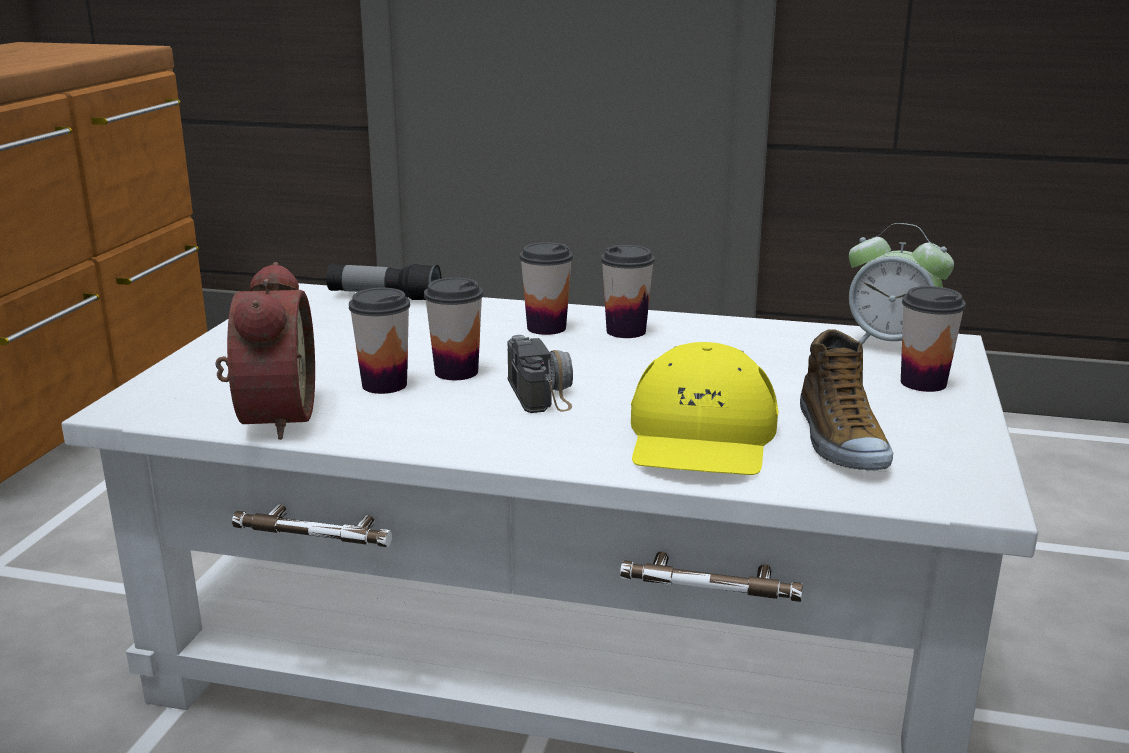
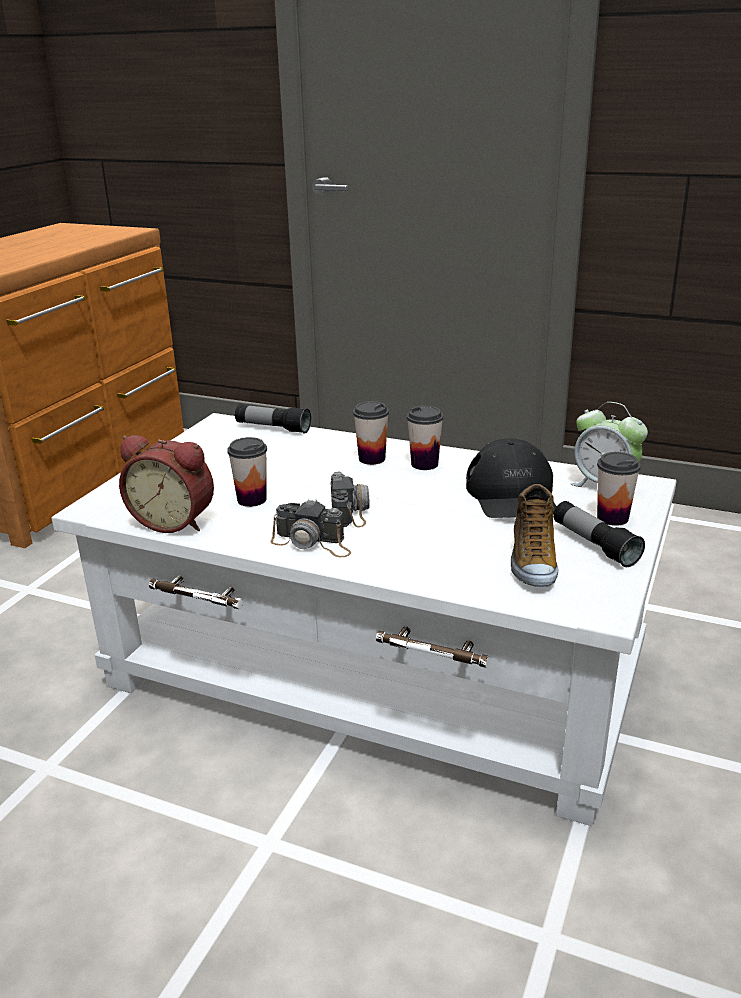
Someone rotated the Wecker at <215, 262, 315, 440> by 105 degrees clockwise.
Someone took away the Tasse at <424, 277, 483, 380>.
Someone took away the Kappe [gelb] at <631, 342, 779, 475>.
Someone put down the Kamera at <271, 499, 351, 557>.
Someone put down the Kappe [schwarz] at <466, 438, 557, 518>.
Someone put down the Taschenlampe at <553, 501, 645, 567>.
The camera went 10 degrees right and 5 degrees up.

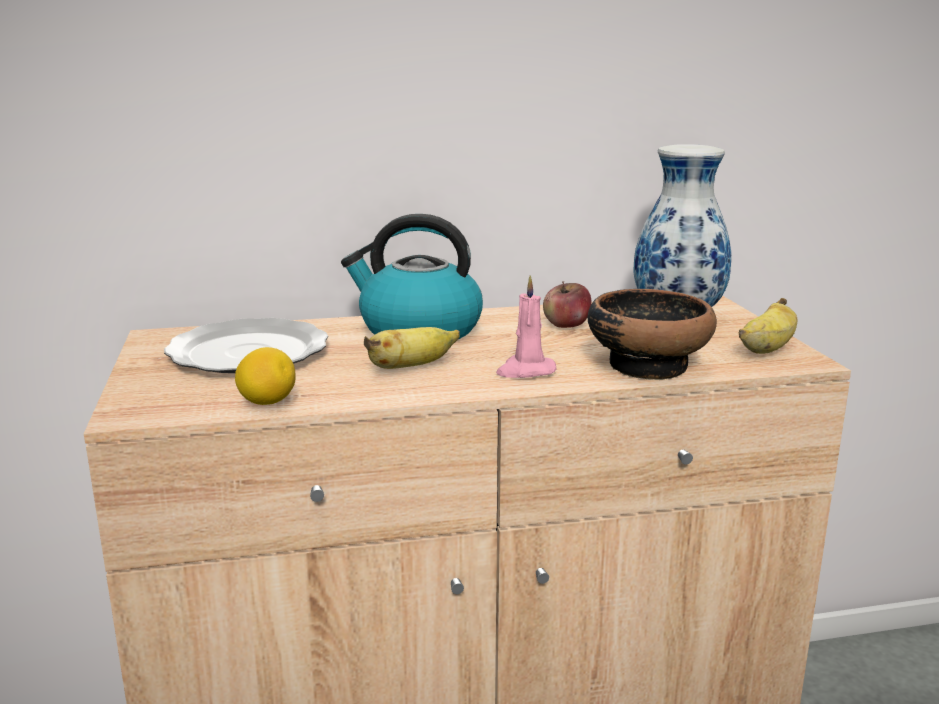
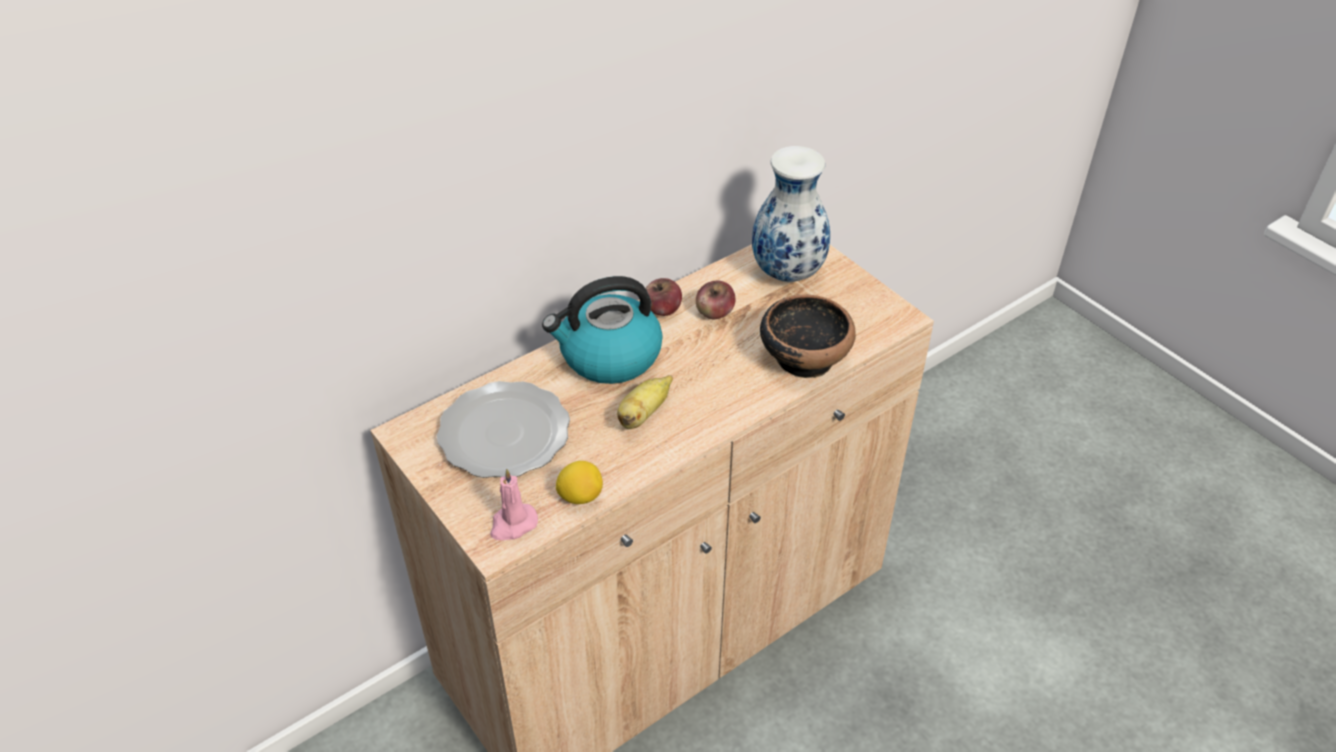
Someone carried the Kerze [rosa] from <496, 276, 556, 378> to <490, 468, 538, 540>.
Someone took away the Banane at <739, 298, 797, 354>.
Someone put down the Apfel at <645, 278, 682, 316>.
The camera went 25 degrees left and 25 degrees up.

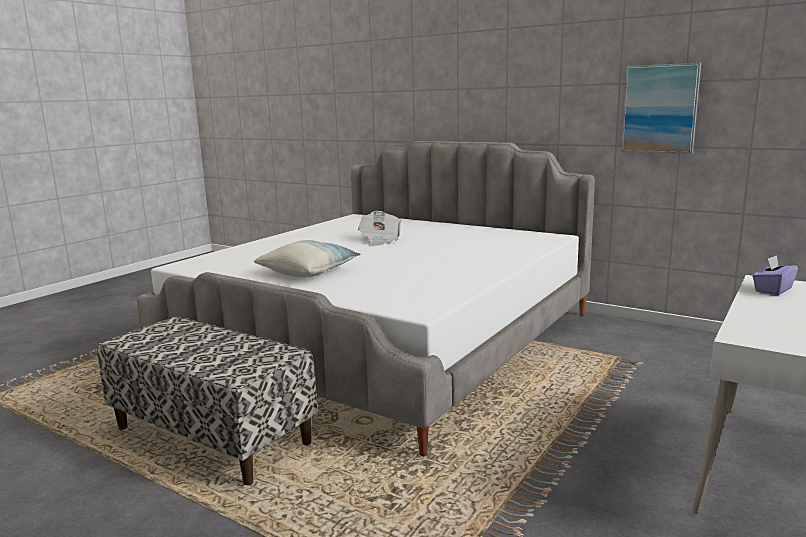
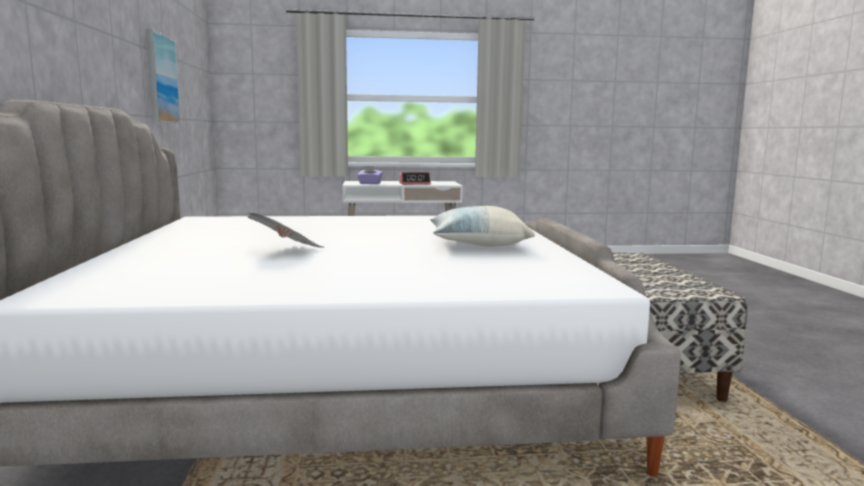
Someone put down the Wecker at <399, 172, 431, 185>.
The camera went 130 degrees left and 5 degrees down.

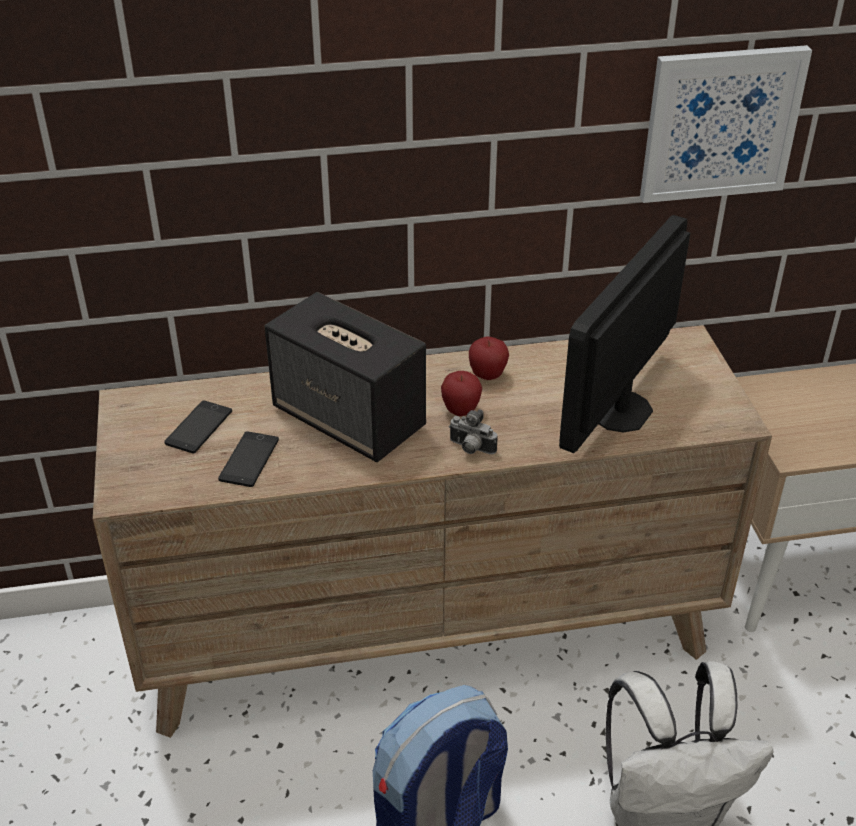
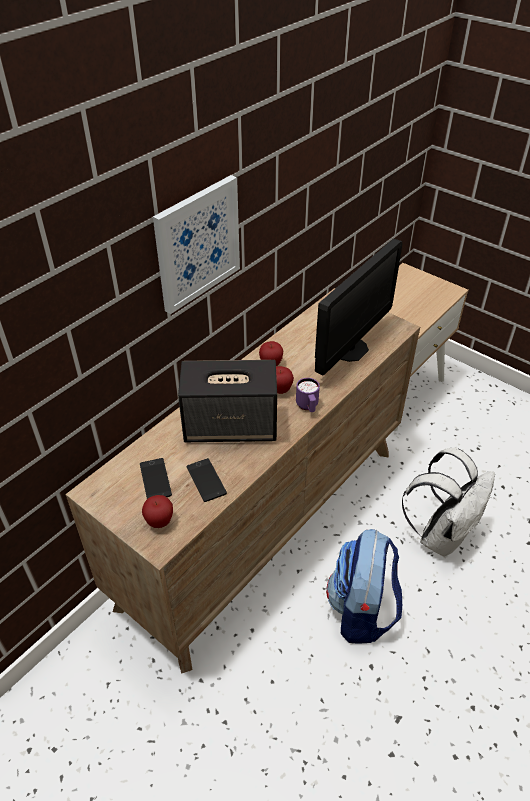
Someone swapped the Kamera at <449, 409, 498, 454> for the Henkelbecher [lila] at <296, 378, 320, 412>.
Someone rotated the Monitor at <559, 215, 690, 453> by 135 degrees counterclockwise.
Someone carried the Bild from <640, 45, 812, 203> to <153, 175, 240, 314>.
Someone put down the Apfel at <142, 495, 173, 528>.
The camera went 40 degrees left and 5 degrees up.

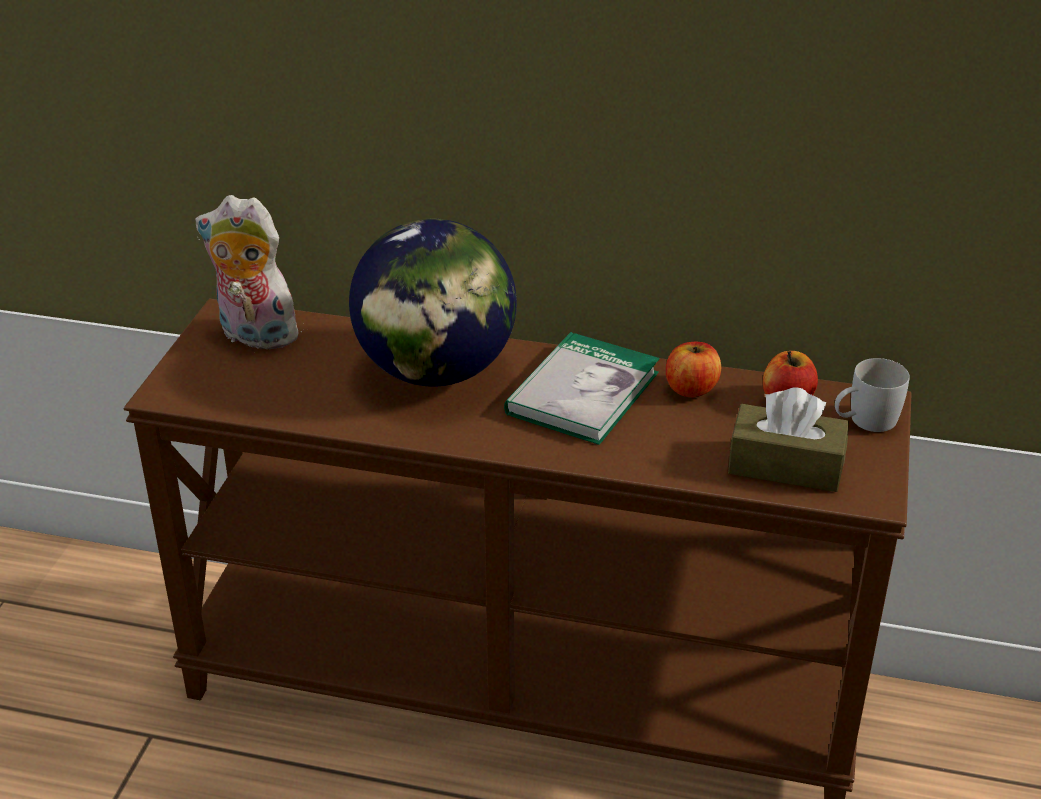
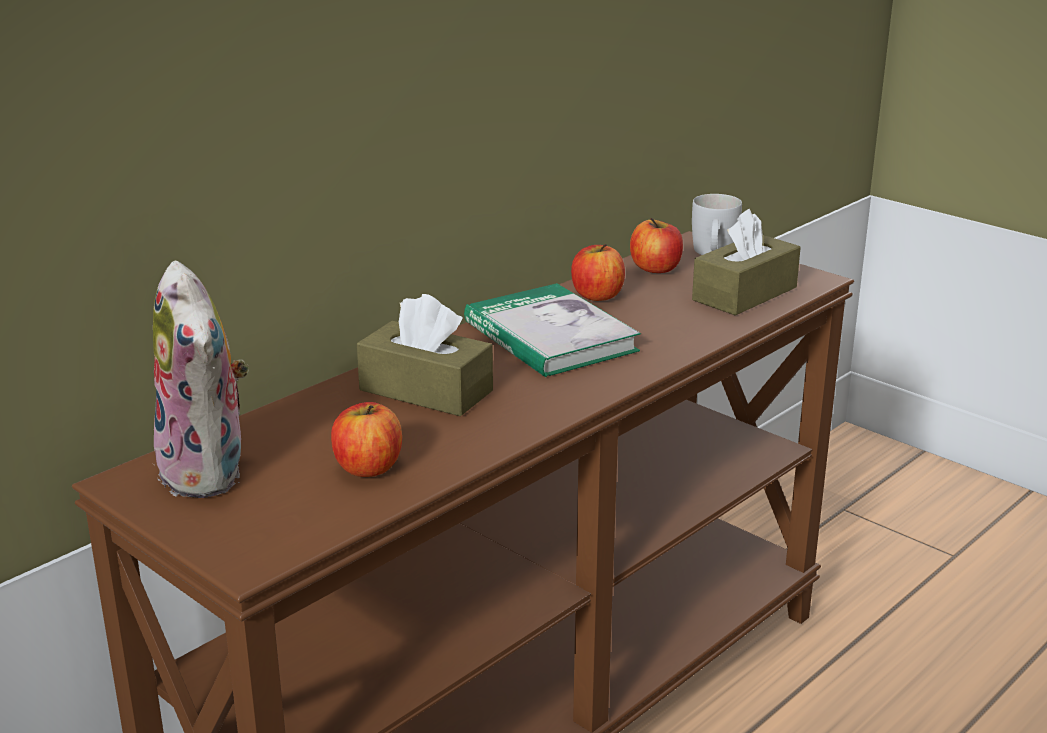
Someone rotated the Plüschtier at <195, 195, 302, 353> by 75 degrees counterclockwise.
Someone swapped the Globus at <349, 218, 517, 387> for the Taschentuchbox [braun] at <357, 294, 493, 416>.
Someone put down the Apfel at <331, 402, 402, 477>.
The camera went 60 degrees left and 10 degrees down.

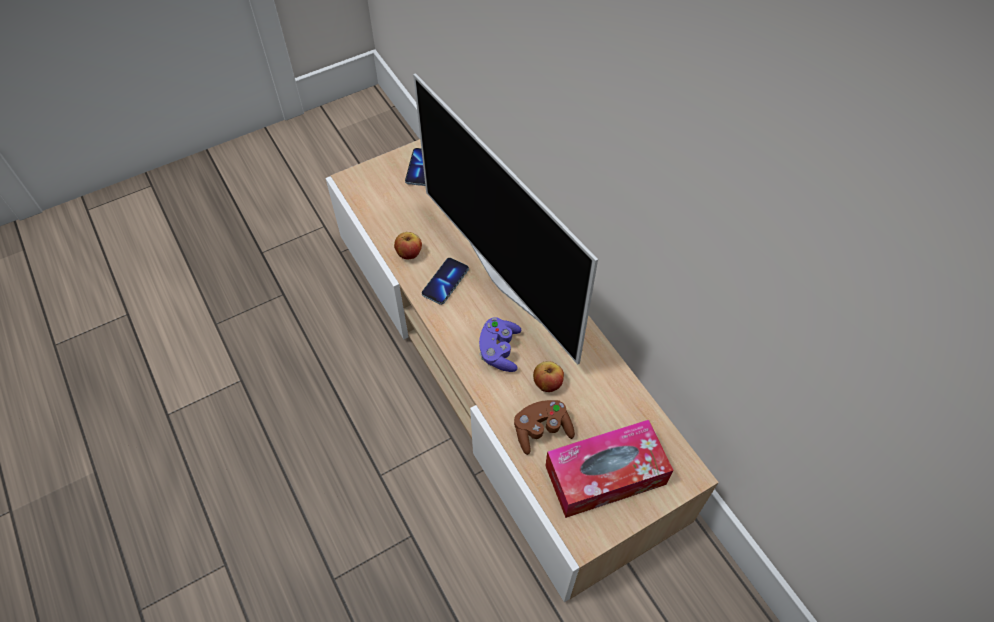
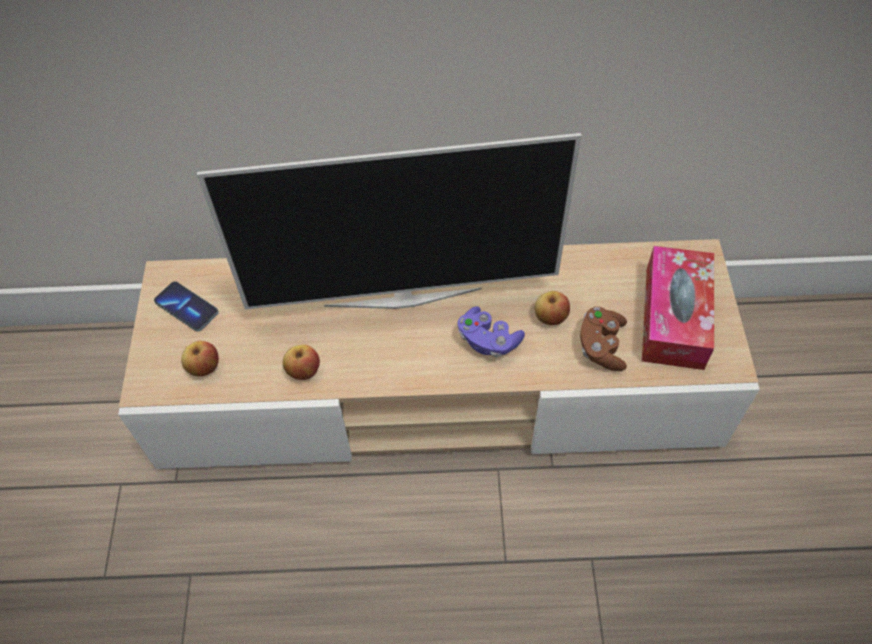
Someone took away the Handy at <422, 258, 469, 305>.
Someone put down the Apfel at <181, 341, 219, 376>.
The camera went 60 degrees left and 0 degrees up.

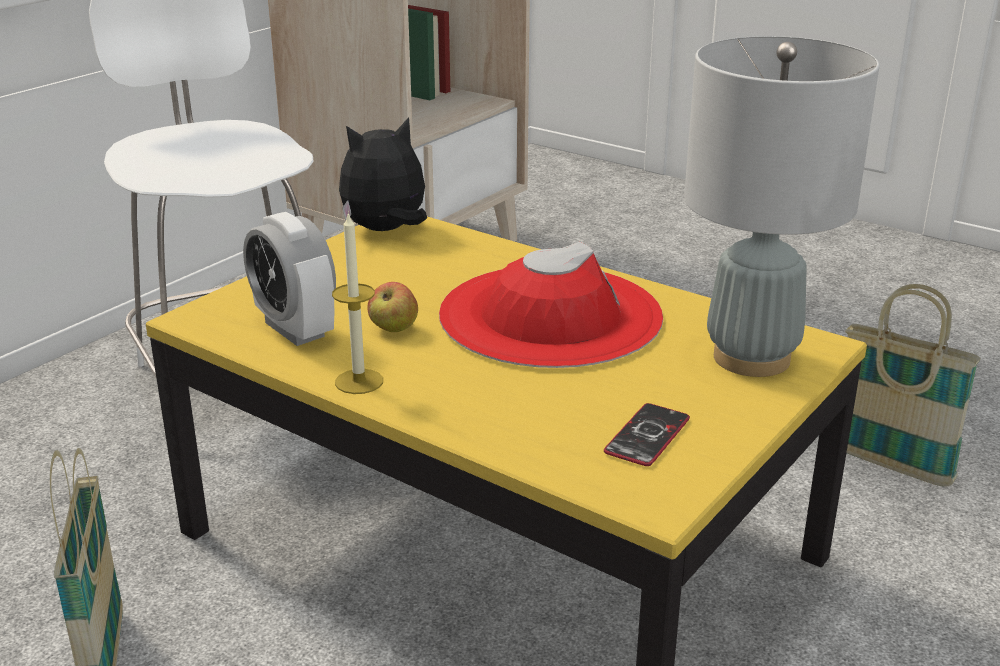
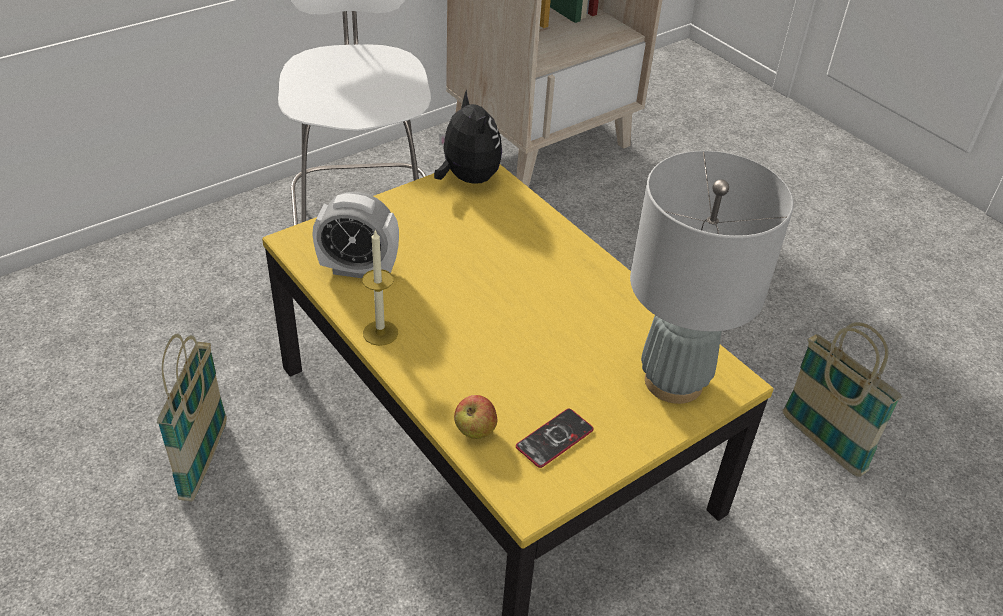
Someone rotated the Wecker at <243, 212, 336, 346> by 60 degrees counterclockwise.
Someone rotated the Plüschtier at <339, 117, 427, 231> by 75 degrees clockwise.
Someone carried the Apfel from <367, 282, 418, 332> to <454, 395, 497, 439>.
Someone took away the Hut [rot] at <439, 242, 663, 368>.
The camera went 15 degrees right and 15 degrees up.

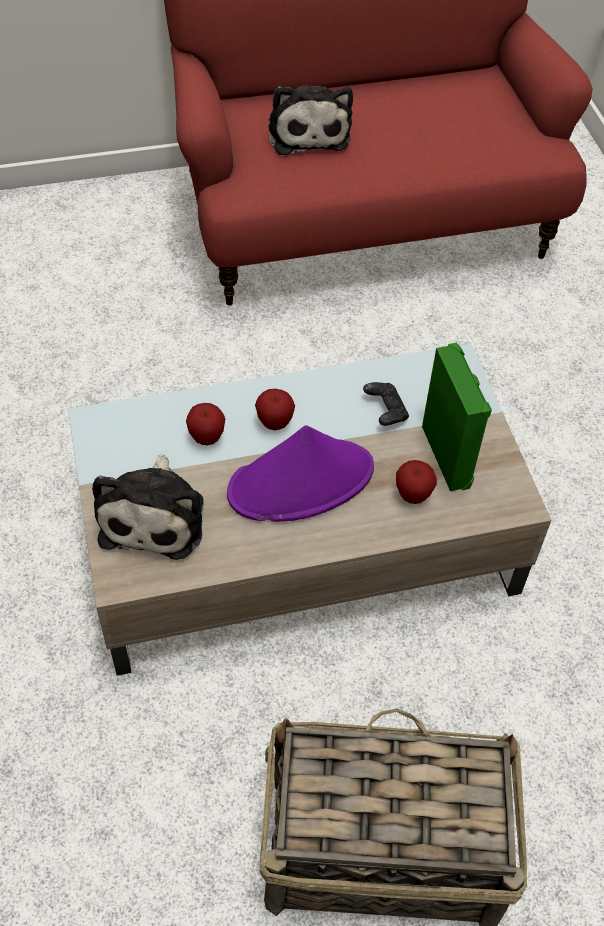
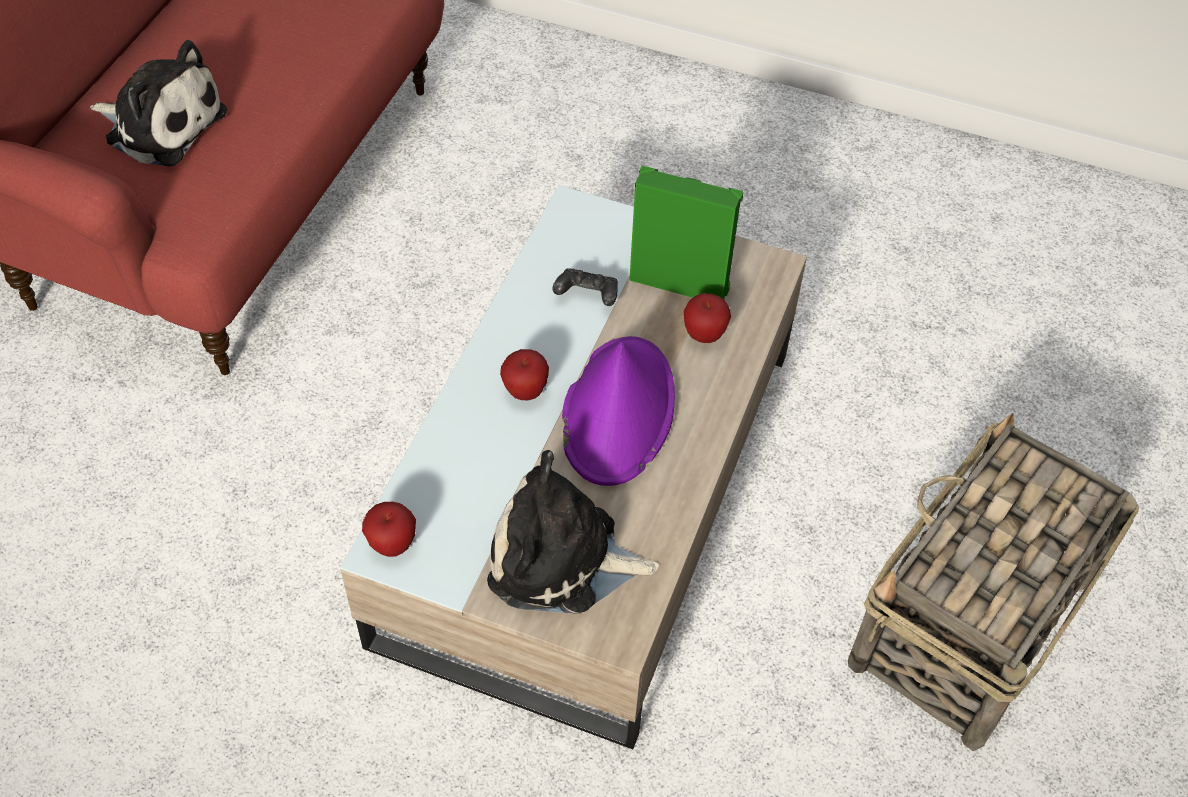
Someone rotated the Plüschtier at <92, 454, 204, 560> by 150 degrees clockwise.
Someone carried the Apfel from <186, 403, 225, 445> to <362, 502, 416, 557>.
The camera went 55 degrees left and 0 degrees up.

